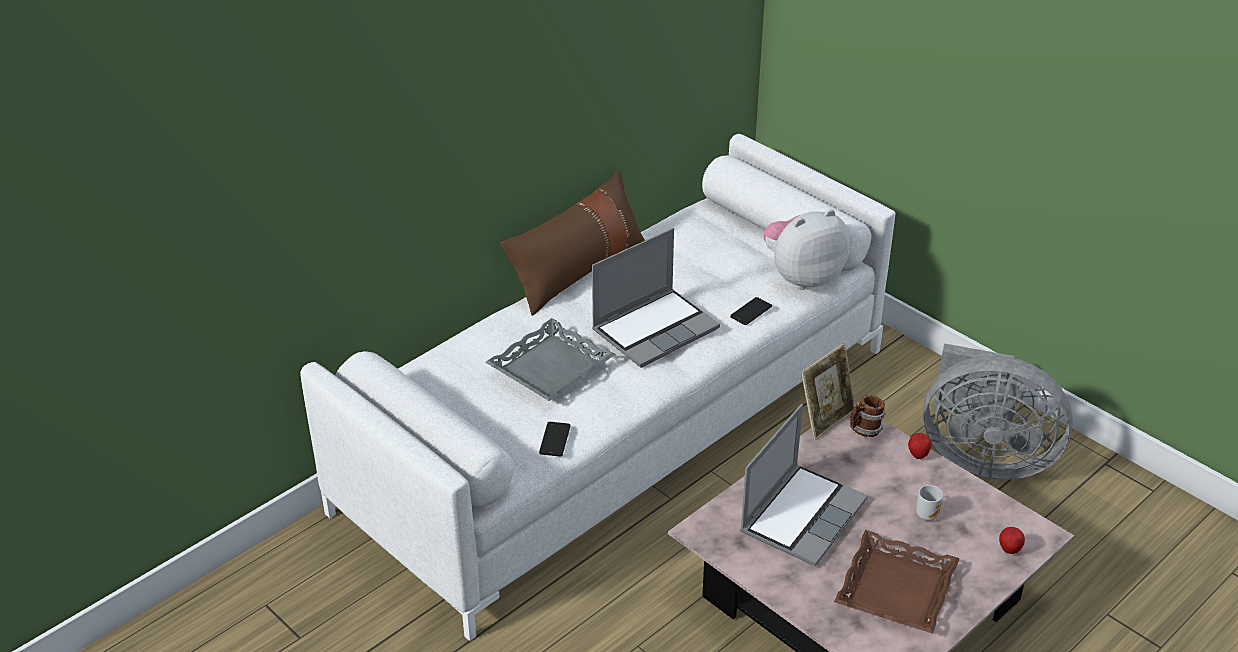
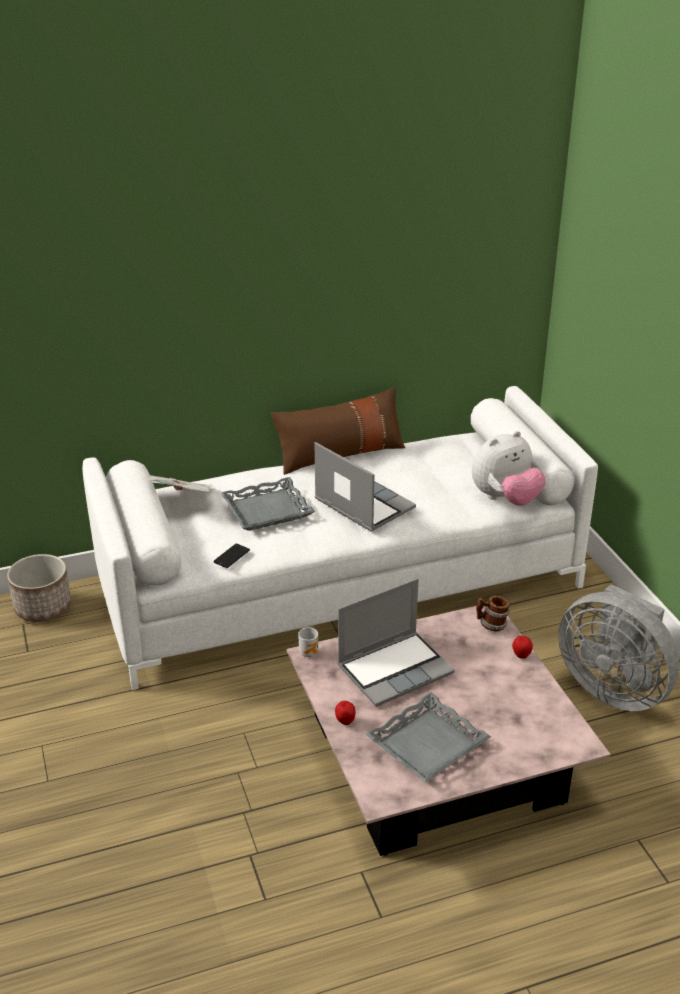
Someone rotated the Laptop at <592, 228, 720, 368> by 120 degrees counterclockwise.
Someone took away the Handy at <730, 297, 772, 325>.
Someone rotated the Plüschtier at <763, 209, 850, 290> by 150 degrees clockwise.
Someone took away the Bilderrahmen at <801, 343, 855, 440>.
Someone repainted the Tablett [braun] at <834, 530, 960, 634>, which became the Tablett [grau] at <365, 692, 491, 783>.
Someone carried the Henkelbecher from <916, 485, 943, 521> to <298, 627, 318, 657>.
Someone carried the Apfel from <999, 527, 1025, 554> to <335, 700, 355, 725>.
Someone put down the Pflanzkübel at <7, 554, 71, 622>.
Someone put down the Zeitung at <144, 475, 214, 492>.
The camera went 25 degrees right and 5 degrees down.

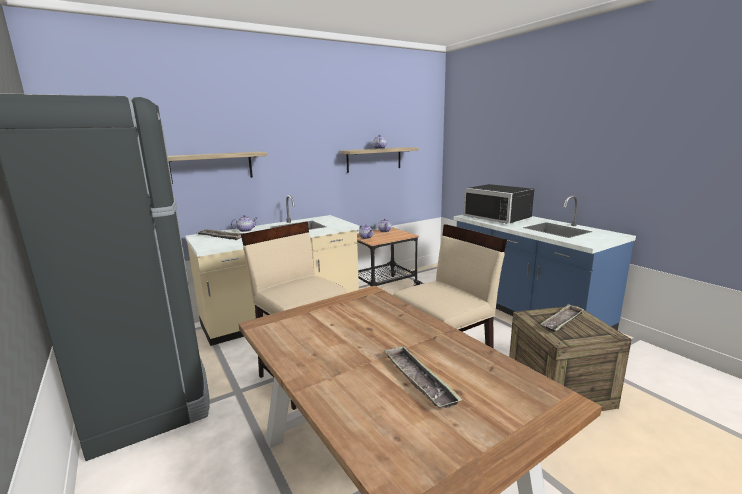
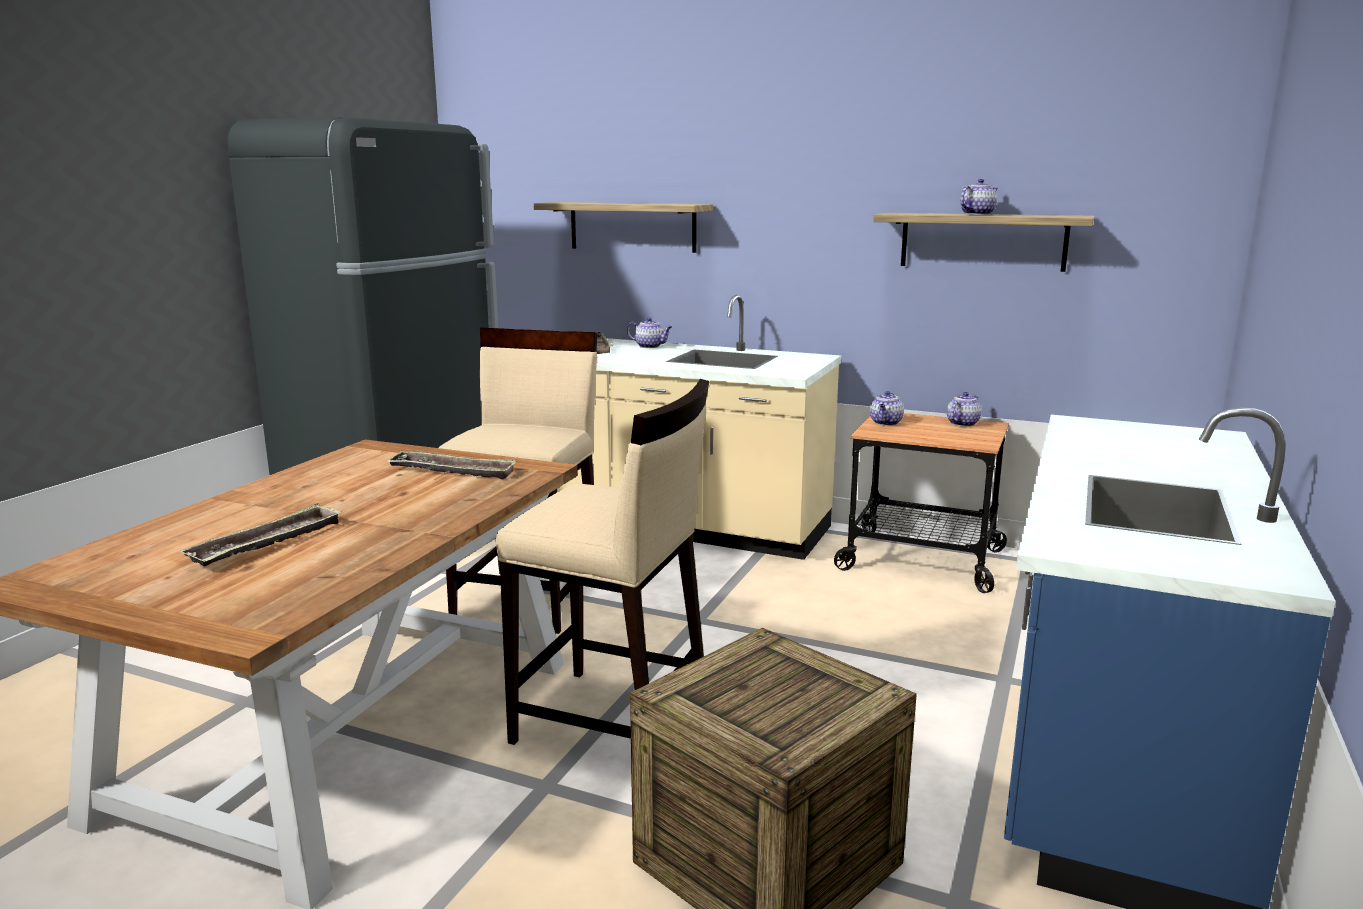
Someone took away the Mikrowelle [schwarz] at <464, 184, 534, 224>.
Someone carried the Tablett from <541, 304, 584, 332> to <386, 451, 517, 480>.
The camera went 55 degrees right and 0 degrees up.

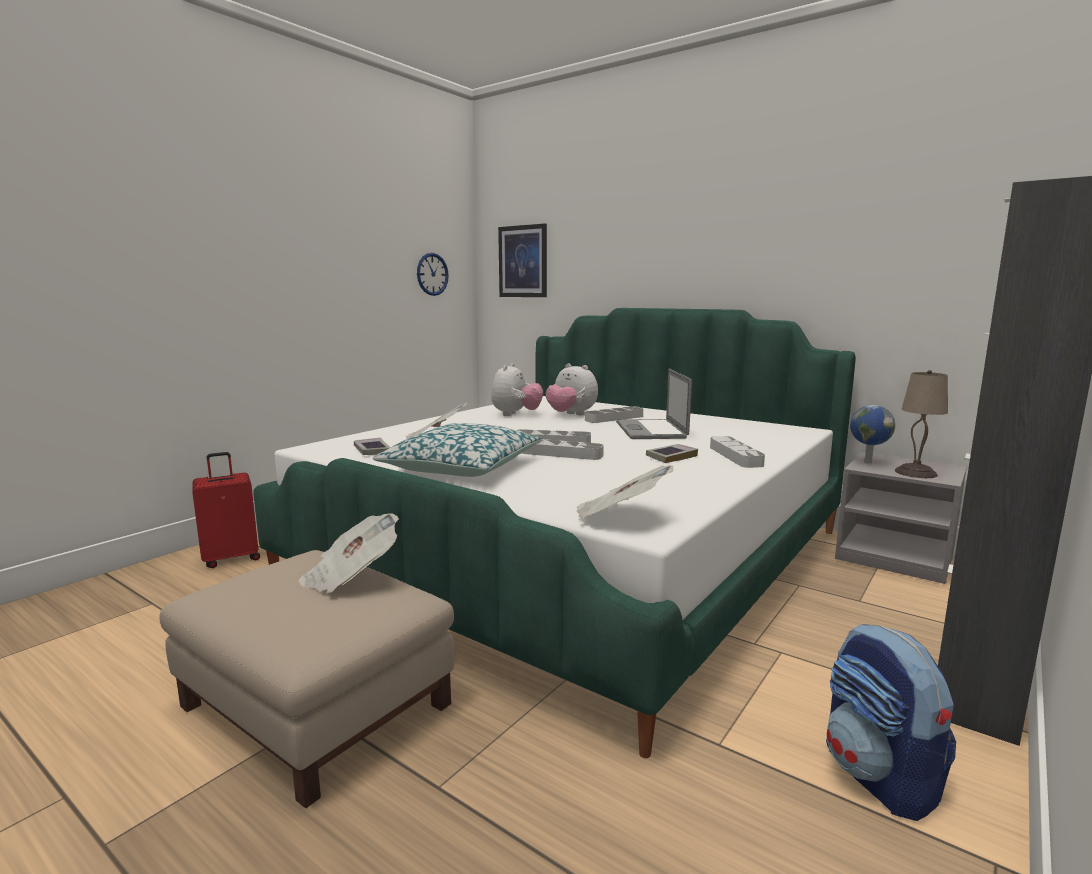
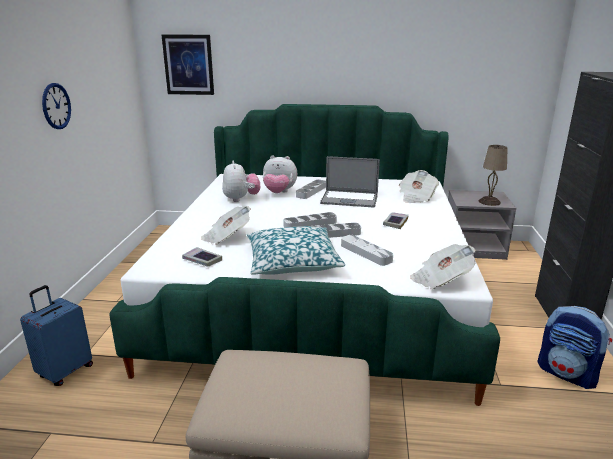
Someone repainted the Koffer [rot] at <192, 452, 260, 568>, which became the Koffer [blau] at <20, 285, 93, 386>.
Someone carried the Zeitung from <298, 513, 399, 593> to <399, 170, 439, 203>.
Someone carried the Wanduhr from <417, 253, 449, 296> to <42, 83, 71, 129>.
Someone rotated the Laptop at <616, 369, 692, 439> by 45 degrees counterclockwise.
Someone carried the Tablett [grau] from <710, 436, 765, 468> to <341, 235, 393, 266>.
Someone took away the Globus at <850, 405, 895, 464>.
The camera went 30 degrees left and 10 degrees up.

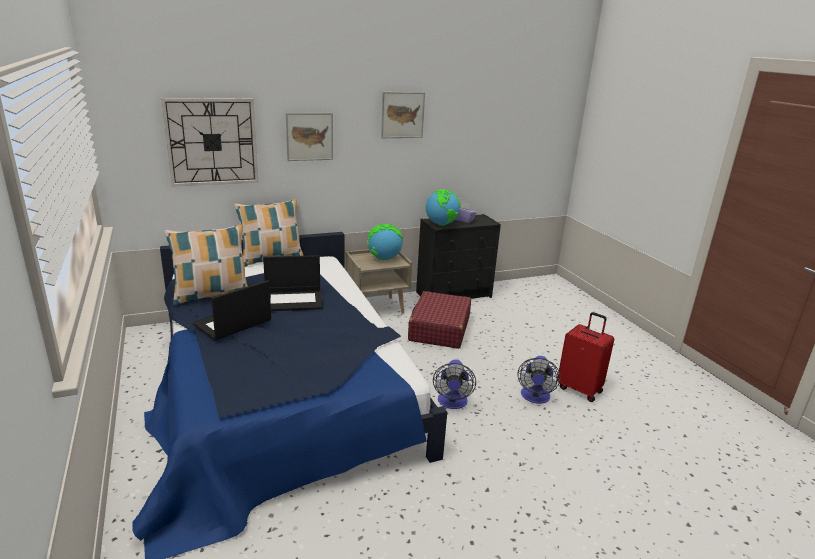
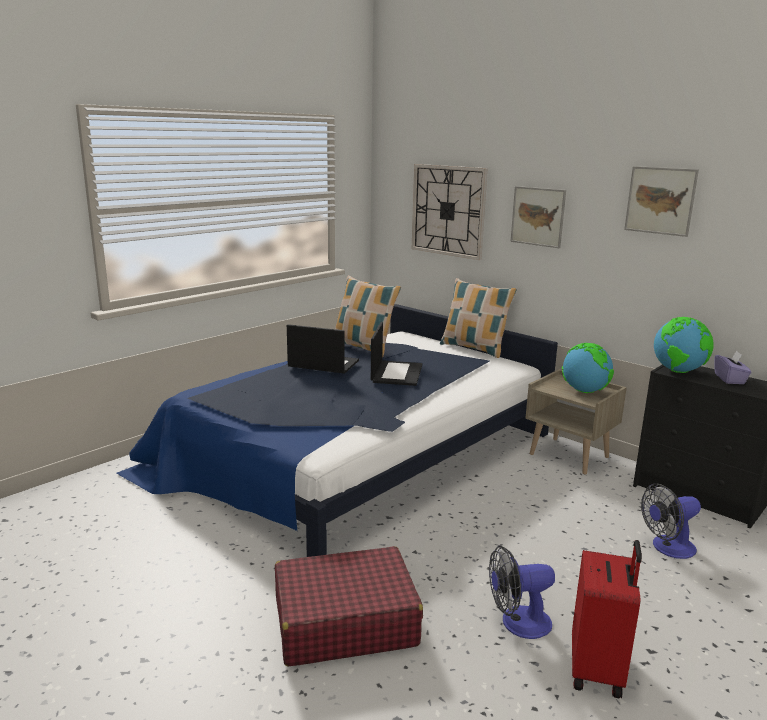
Someone rotated the Laptop at <263, 255, 323, 311> by 135 degrees counterclockwise.
Someone carried the Koffer [rot] from <408, 291, 471, 349> to <275, 546, 423, 666>.
Someone carried the Ventilator from <433, 360, 476, 409> to <641, 483, 701, 559>.
The camera went 65 degrees right and 5 degrees down.

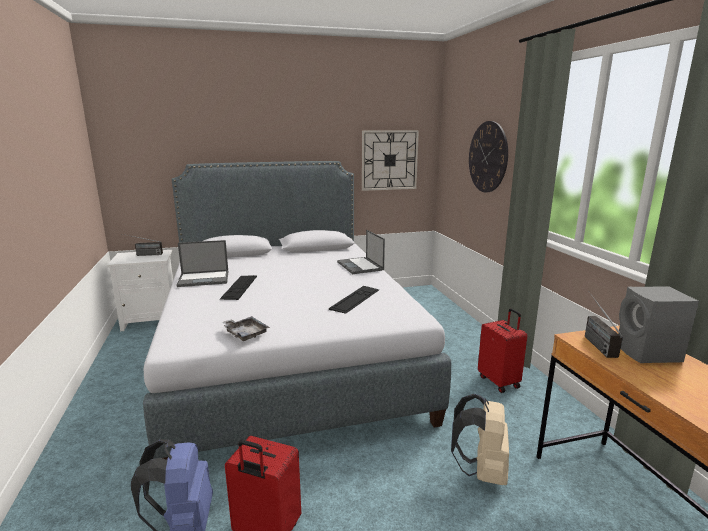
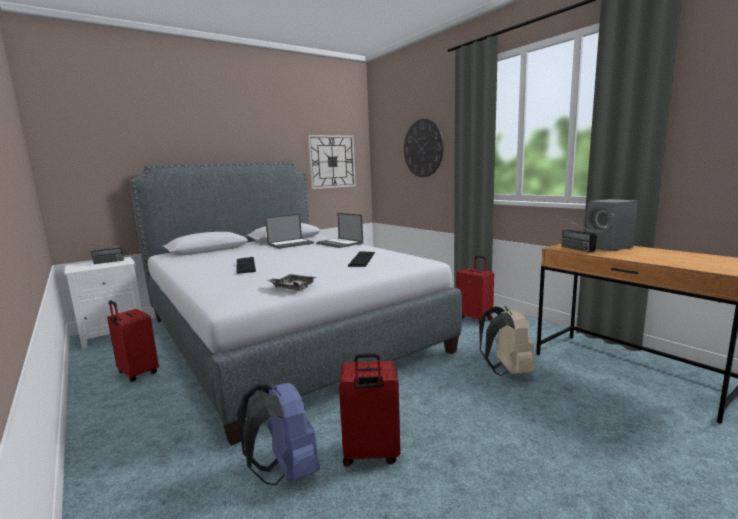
Someone carried the Laptop from <176, 240, 228, 287> to <265, 214, 314, 249>.
Someone put down the Koffer [rot] at <107, 300, 159, 382>.
The camera went 20 degrees left and 5 degrees down.

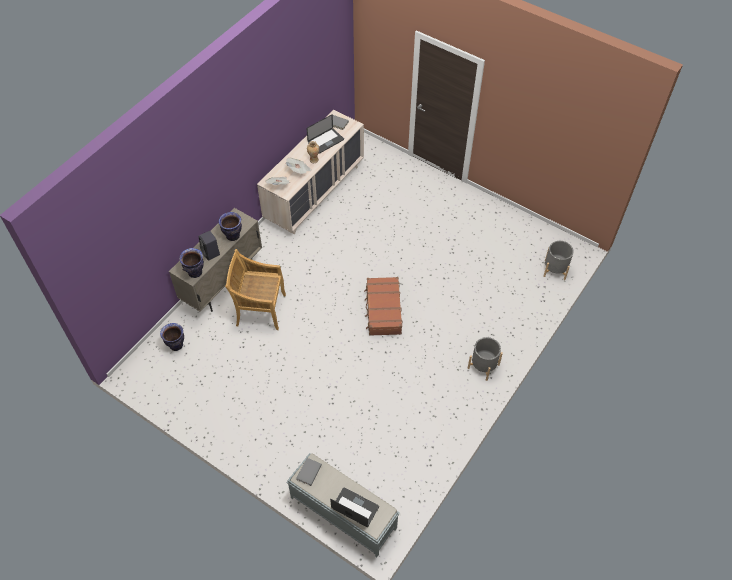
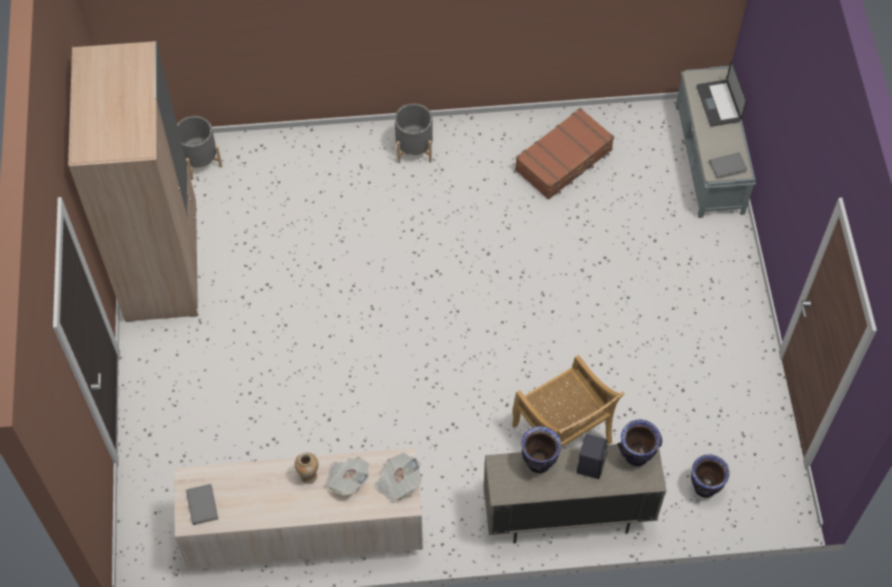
Someone took away the Laptop at <307, 114, 344, 154>.
Someone carried the Koffer [braun] from <364, 277, 402, 336> to <515, 108, 614, 200>.
Someone put down the Kleiderschrank [beige] at <68, 41, 198, 322>.
The camera went 130 degrees left and 5 degrees up.

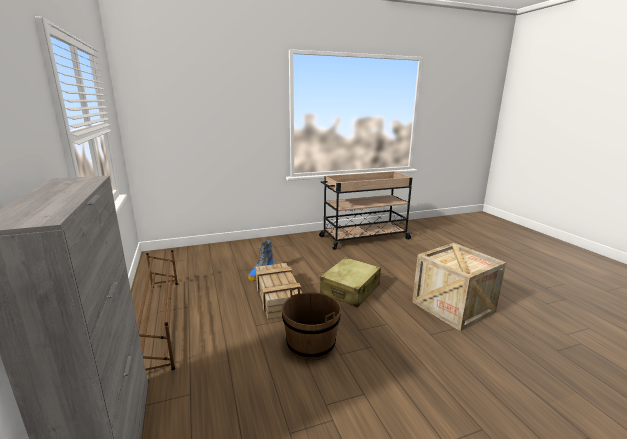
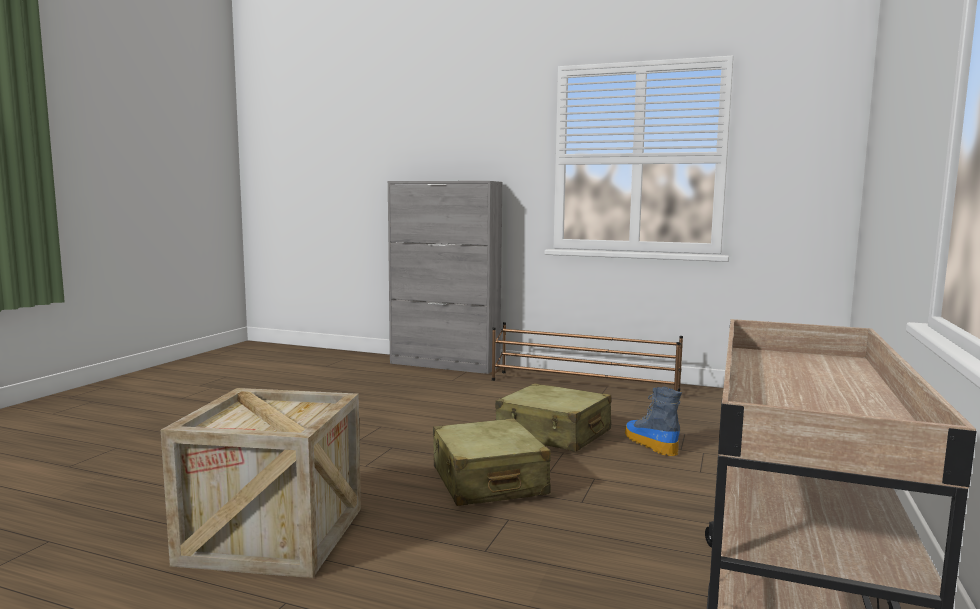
Someone swapped the Kiste at <256, 263, 302, 320> for the Koffer [beige] at <495, 383, 611, 452>.
Someone took away the Eimer [braun] at <282, 287, 341, 361>.
The camera went 130 degrees right and 10 degrees down.

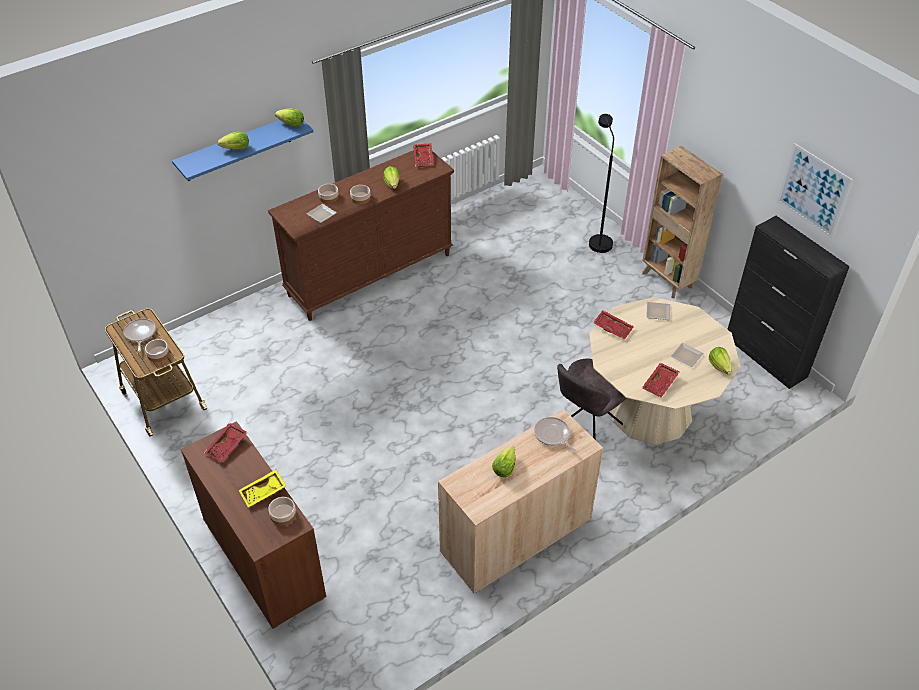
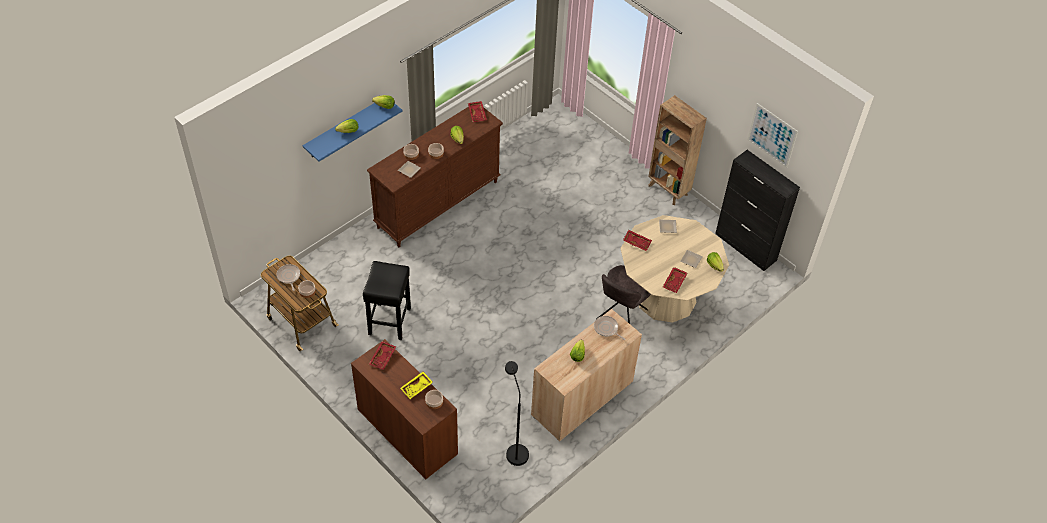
Someone carried the Stehlampe [schwarz] from <589, 114, 614, 253> to <505, 361, 529, 466>.
Someone put down the Hocker [schwarz] at <363, 261, 411, 340>.
The camera went 10 degrees left and 5 degrees up.

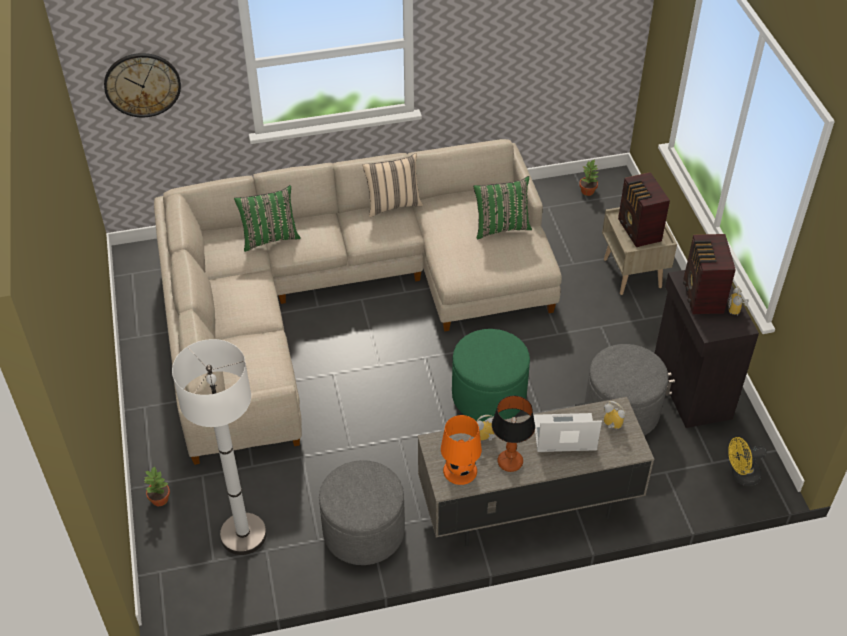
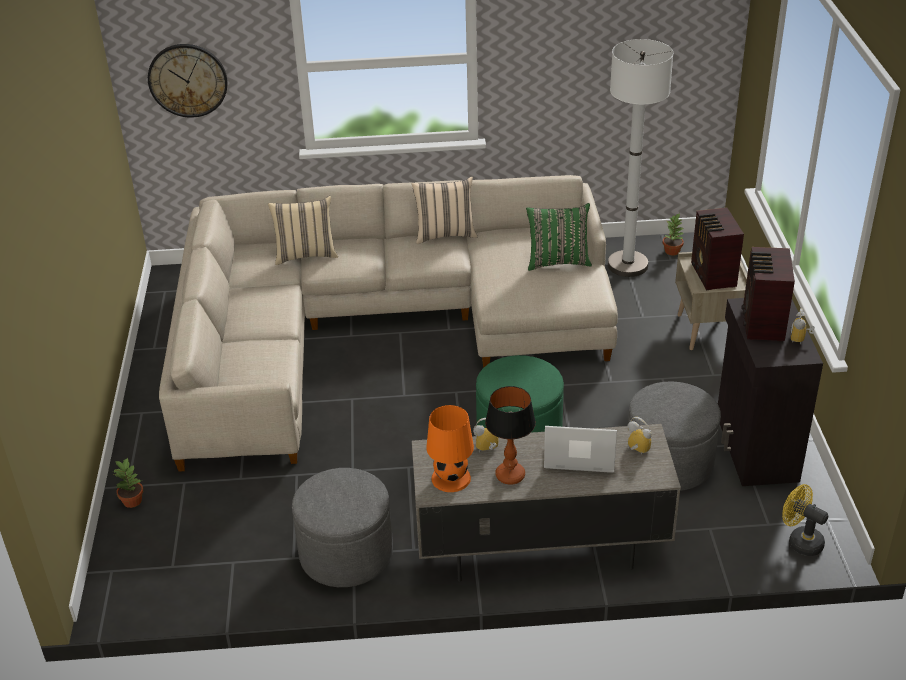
Someone carried the Stehlampe [weiß] from <172, 339, 267, 555> to <608, 39, 673, 277>.
Someone repainted the Kissen [grün] at <234, 185, 301, 252>, which became the Kissen [beige] at <268, 196, 338, 265>.
Someone rotated the Ventilator [gelb] at <728, 437, 767, 486> by 45 degrees clockwise.
The camera went 10 degrees right and 10 degrees down.

